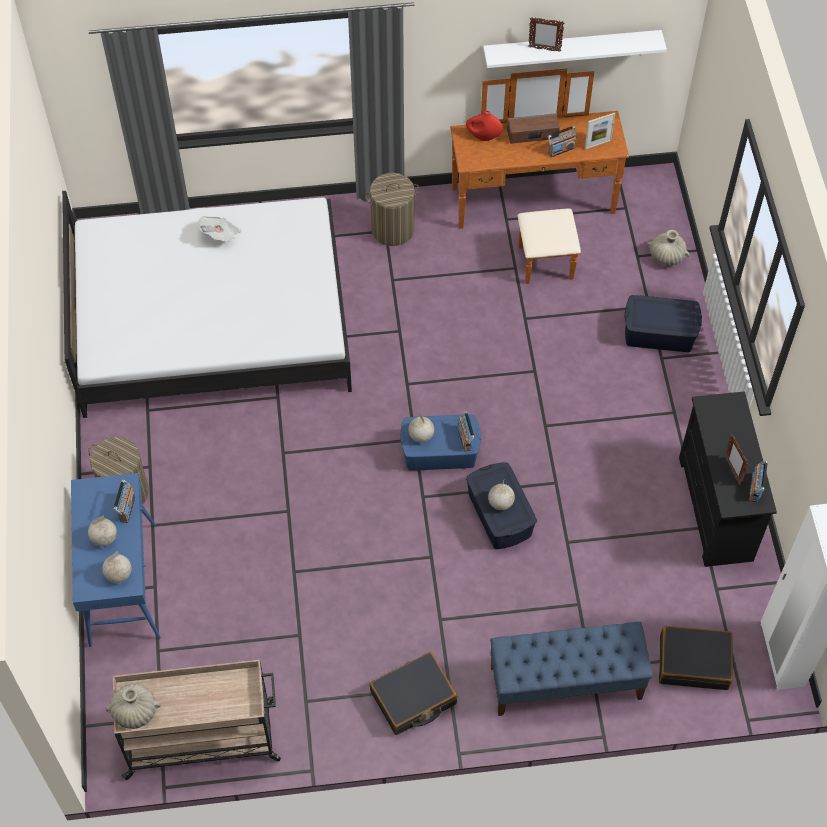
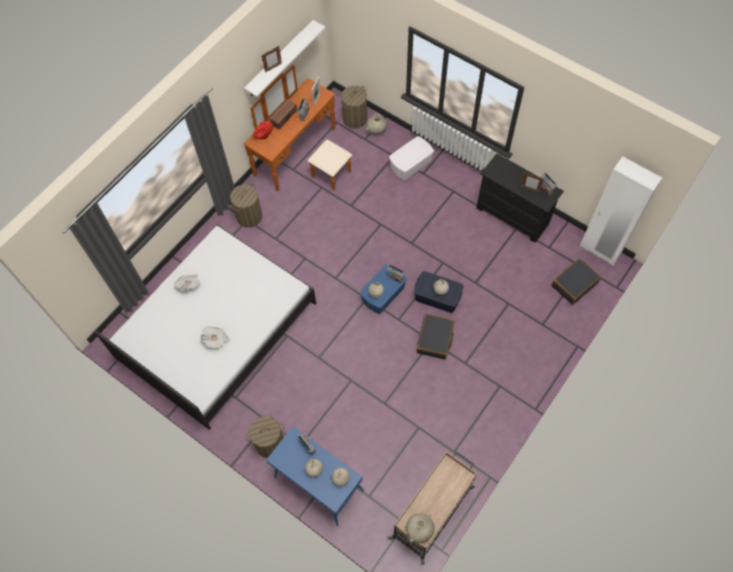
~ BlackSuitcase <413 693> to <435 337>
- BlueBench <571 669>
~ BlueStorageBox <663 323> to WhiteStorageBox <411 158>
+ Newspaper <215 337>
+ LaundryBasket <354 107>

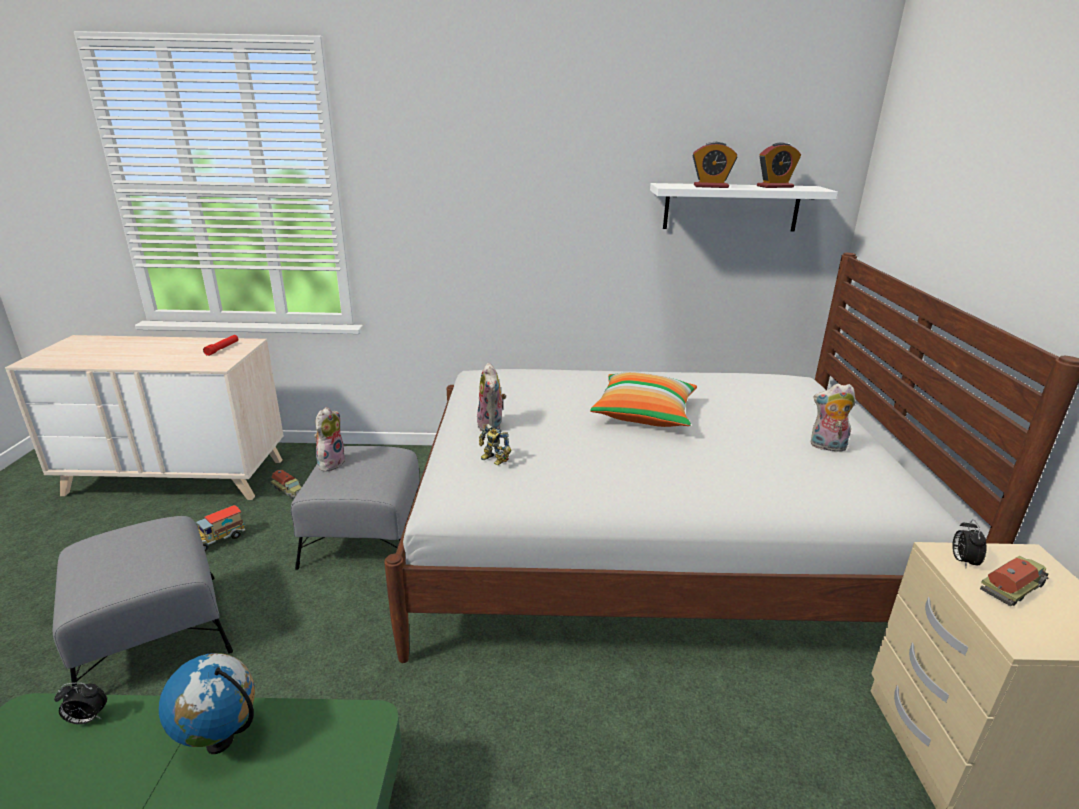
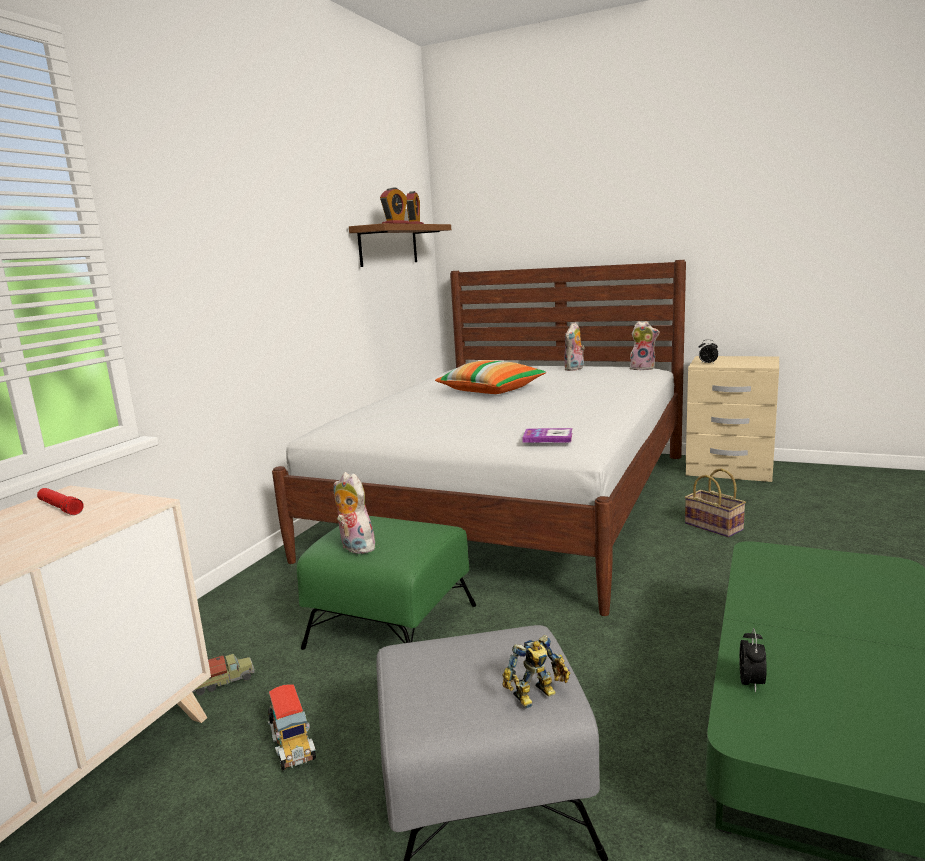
- Globe <207 703>
~ GreyOttoman <355 508> to GreenOttoman <386 583>
~ PlushToy <491 397> to <645 345>
~ ToyRobot <495 444> to <536 671>
~ WhiteShelf <744 207> to BrownShelf <400 245>
- ToyTruck <1014 581>
+ Book <547 435>
+ Basket <715 502>

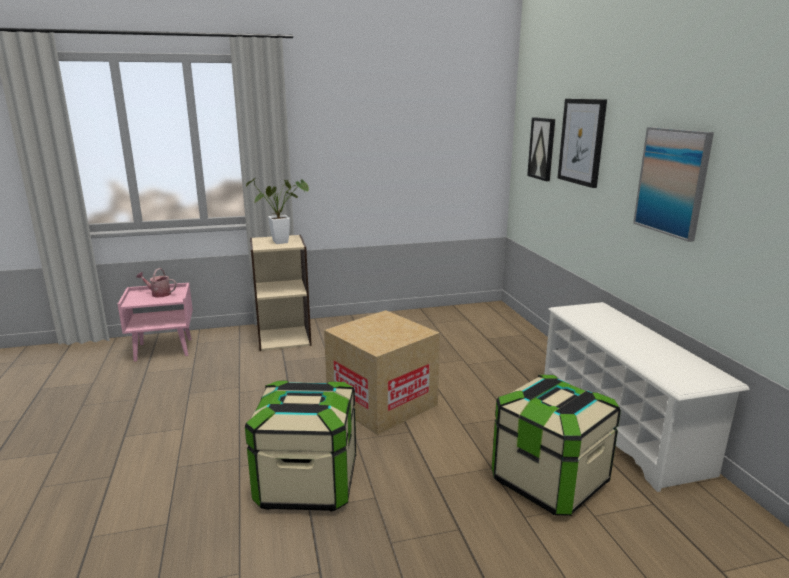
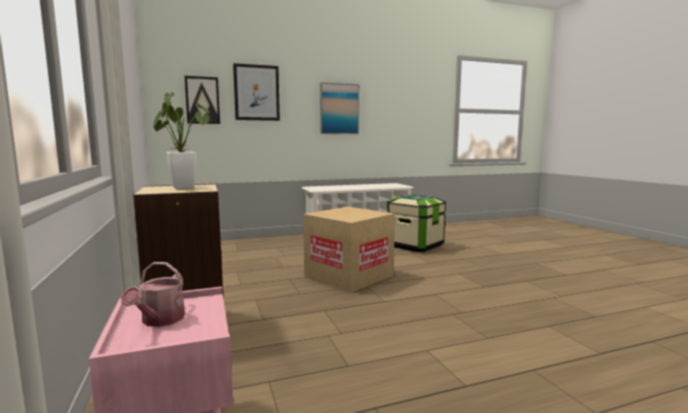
- StorageBox <300 446>

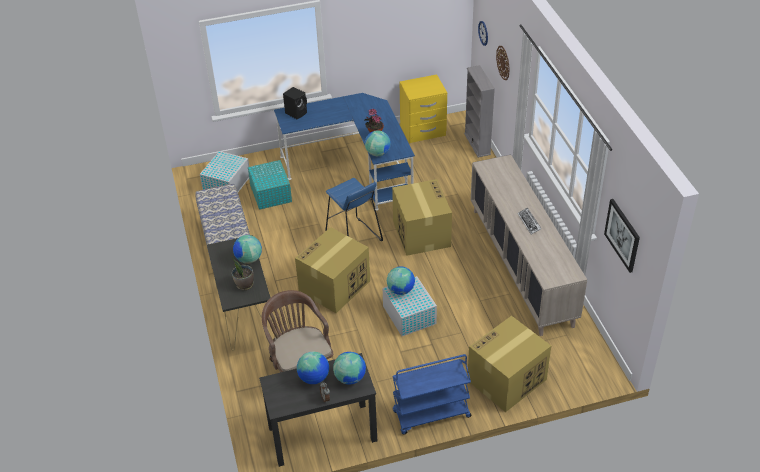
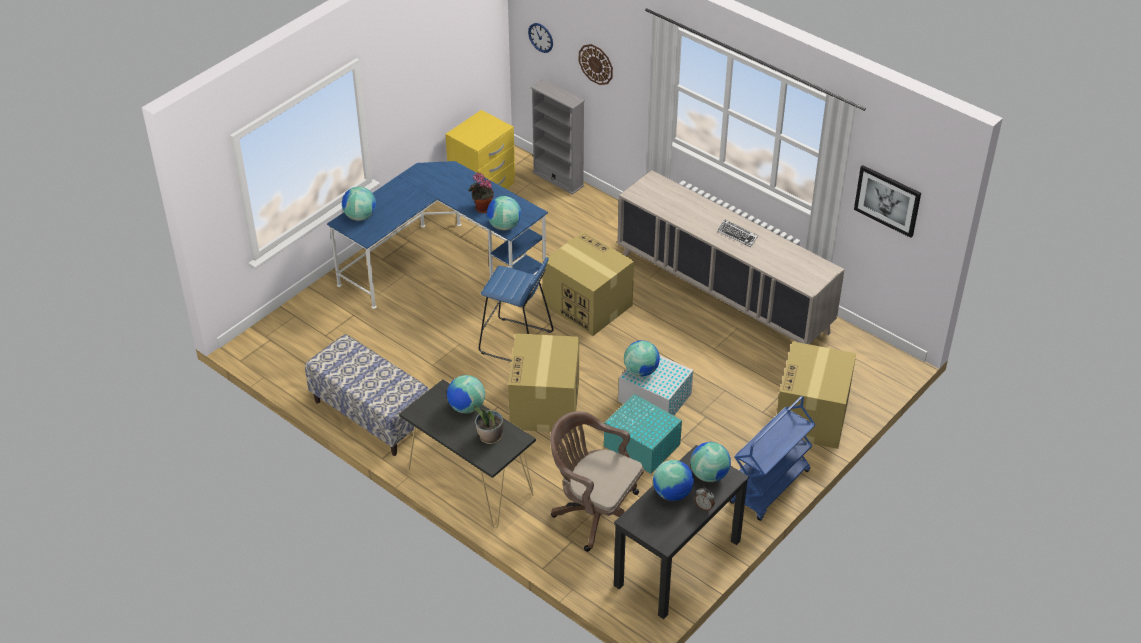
- WhiteStorageBox <224 171>
~ TurquoiseStorageBox <270 185> to <643 434>
~ BlackSpeaker <295 103> to Globe <359 204>

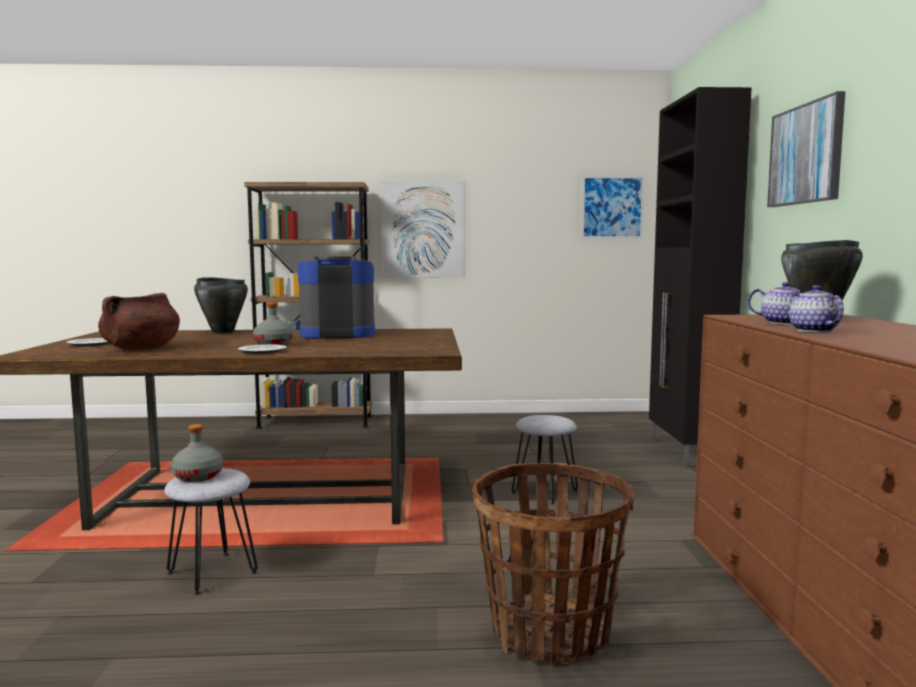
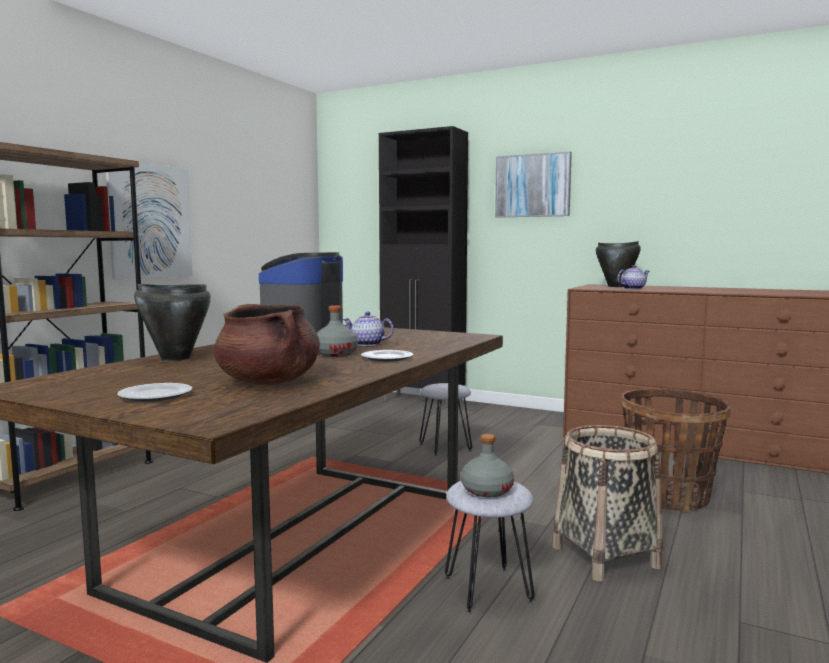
- Picture <612 207>
~ Teapot <816 308> to <368 329>
+ Basket <607 503>

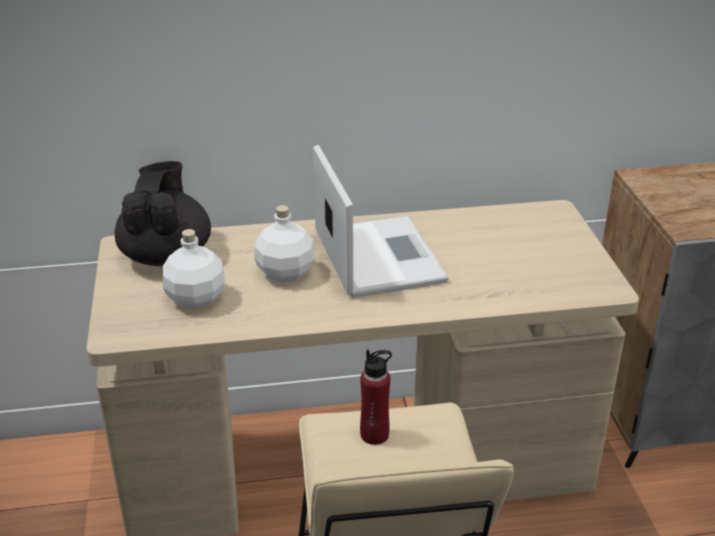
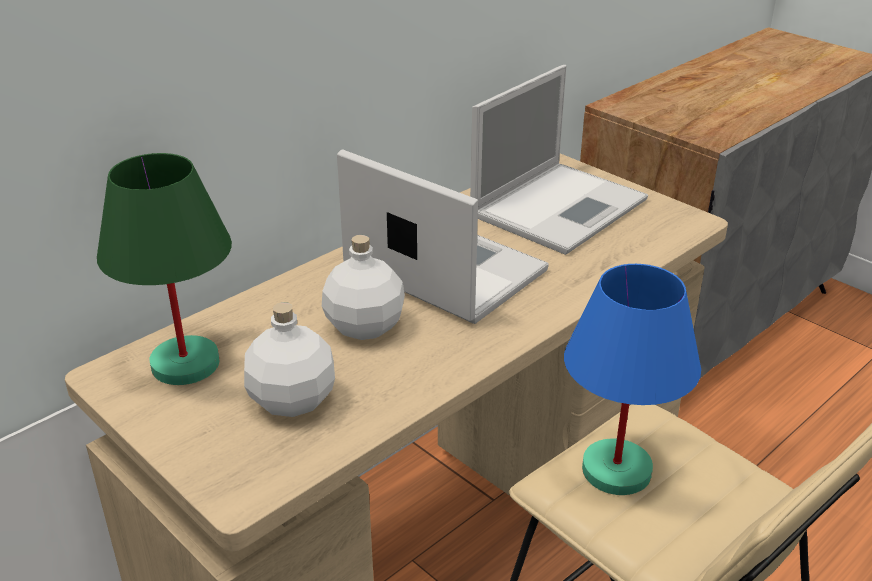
~ BlackTeapot <163 213> to GreenTableLamp <164 269>
~ RedBottle <376 397> to BlueTableLamp <632 379>
+ Laptop <559 160>

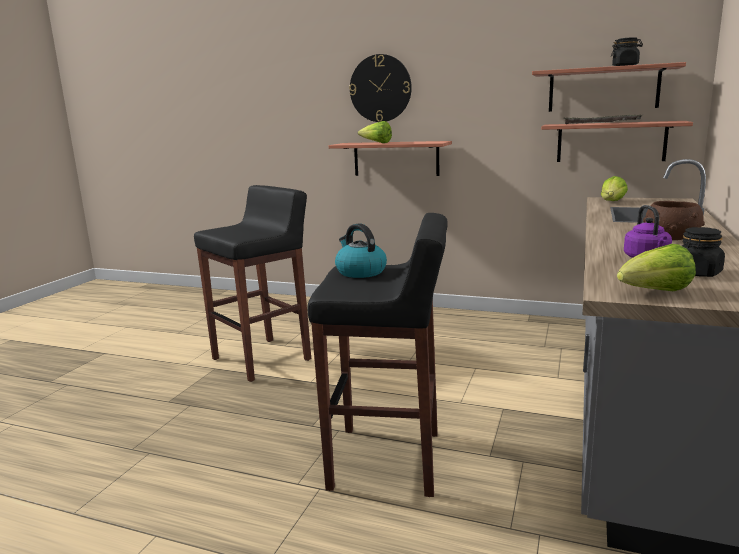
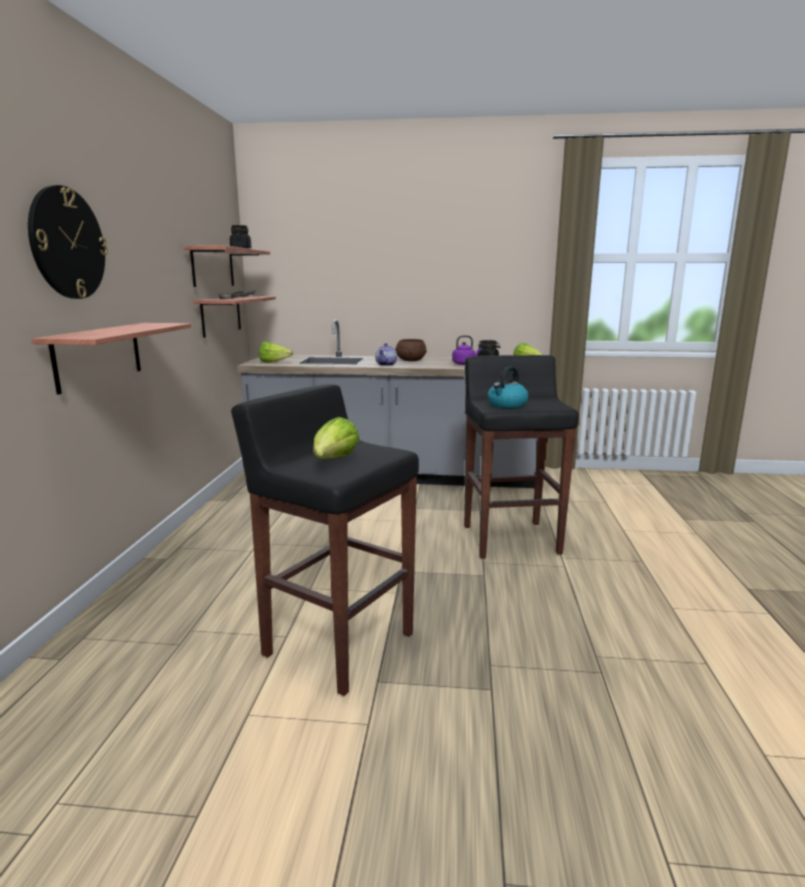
~ Lettuce <375 132> to <336 438>
+ Teapot <386 354>

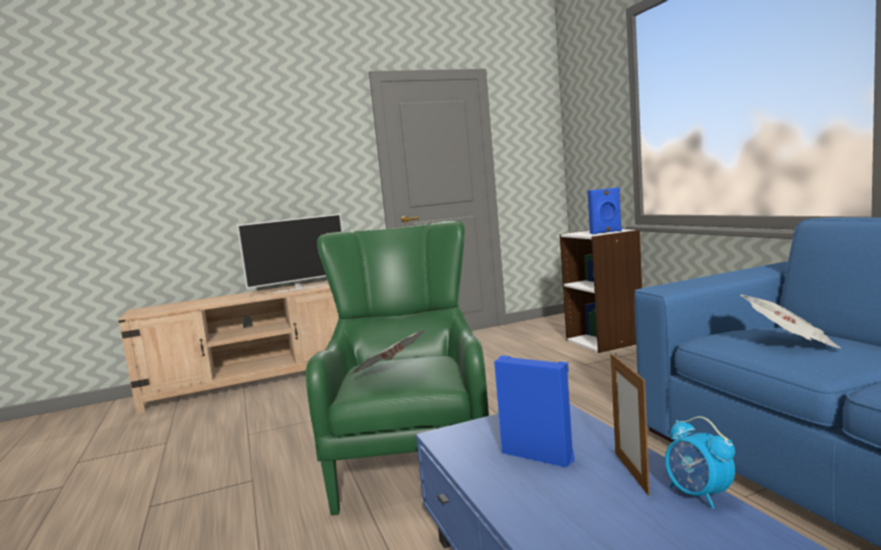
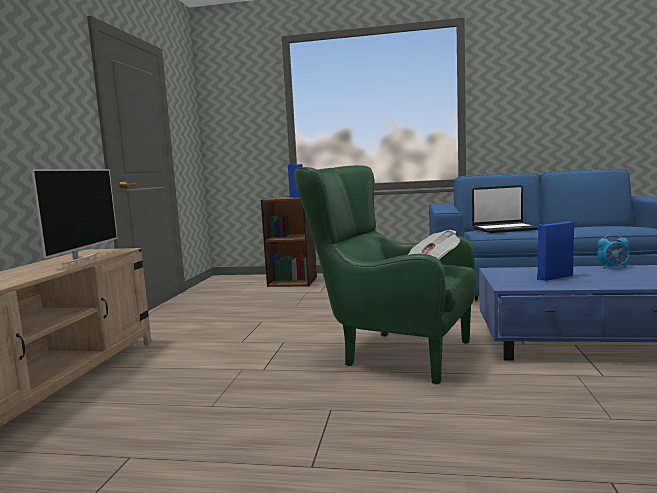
~ WhiteBookcase <601 291> to BrownBookcase <289 242>
- PictureFrame <630 424>
~ Newspaper <790 321> to Laptop <505 209>

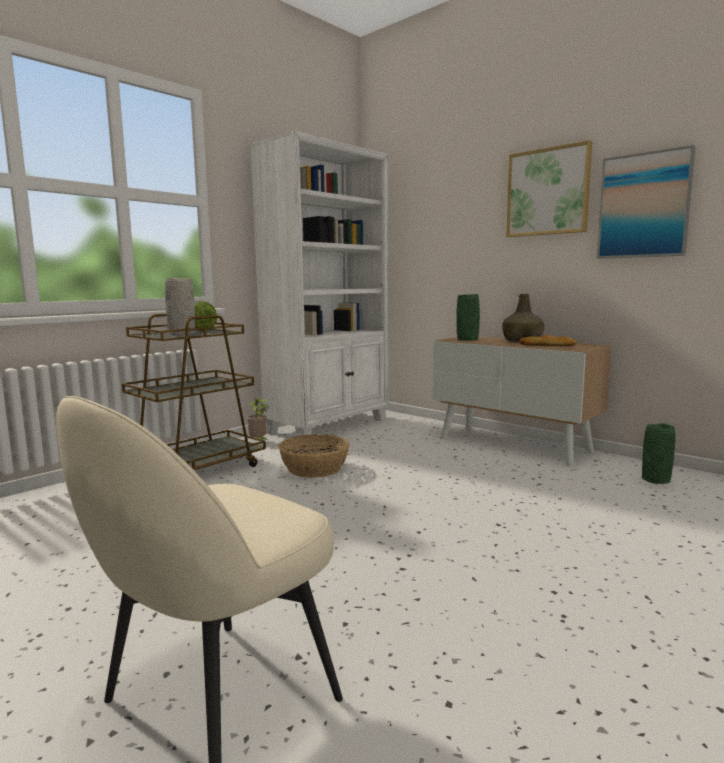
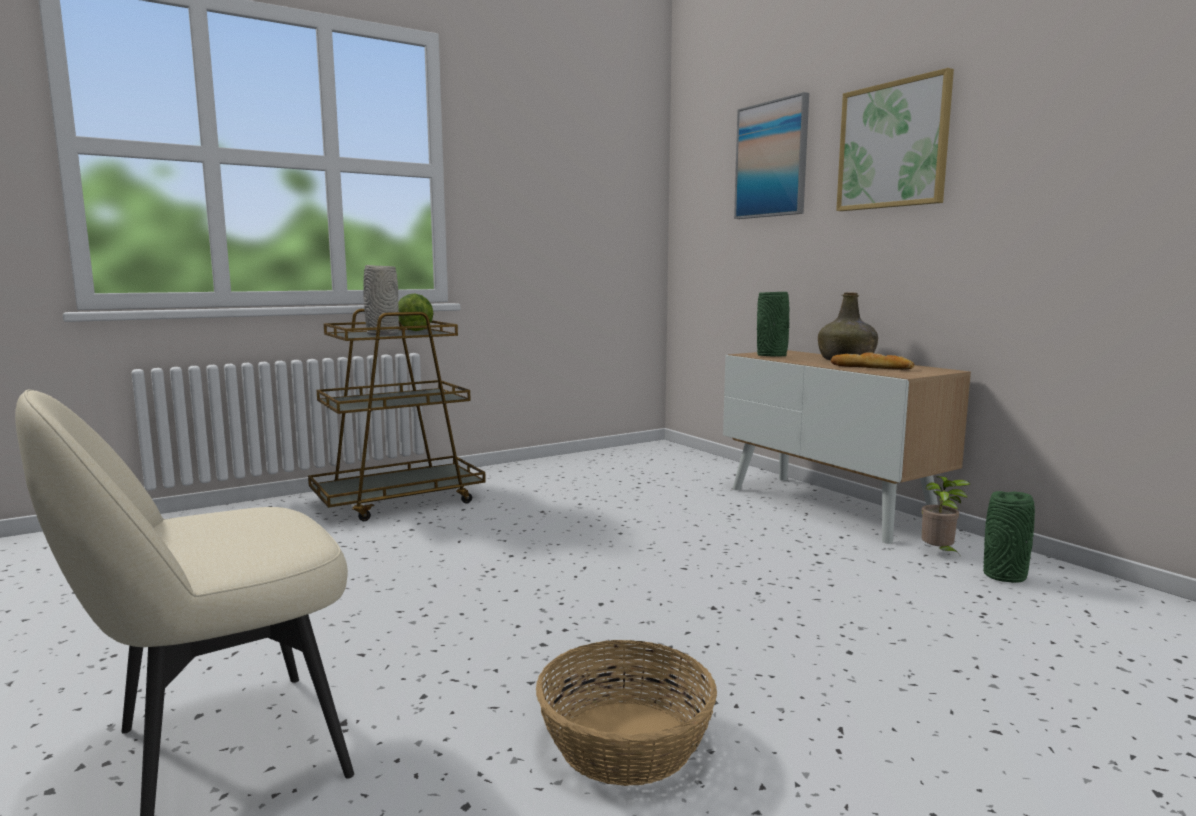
~ PottedPlant <258 420> to <946 515>
- WhiteBookcase <319 286>
~ Basket <314 456> to <626 713>
~ Picture <646 202> to <771 155>

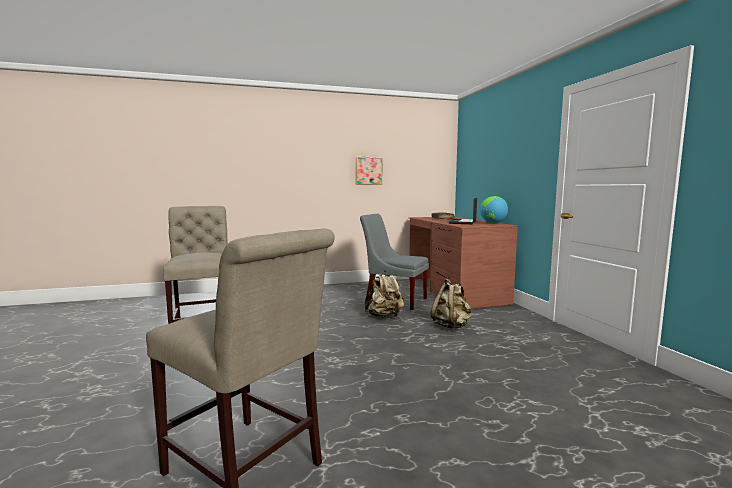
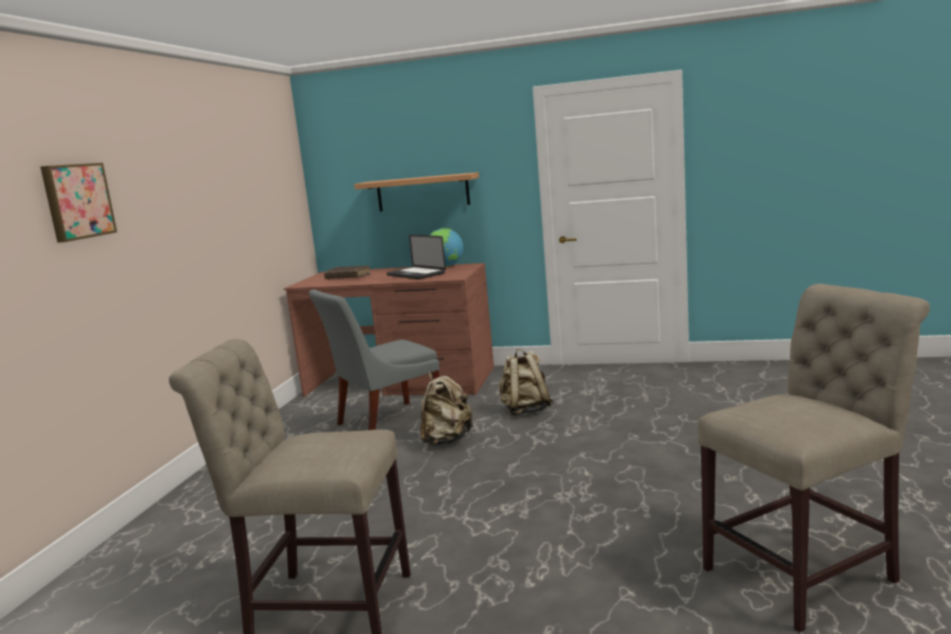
~ Picture <368 171> to <78 203>
+ Shelf <416 191>

